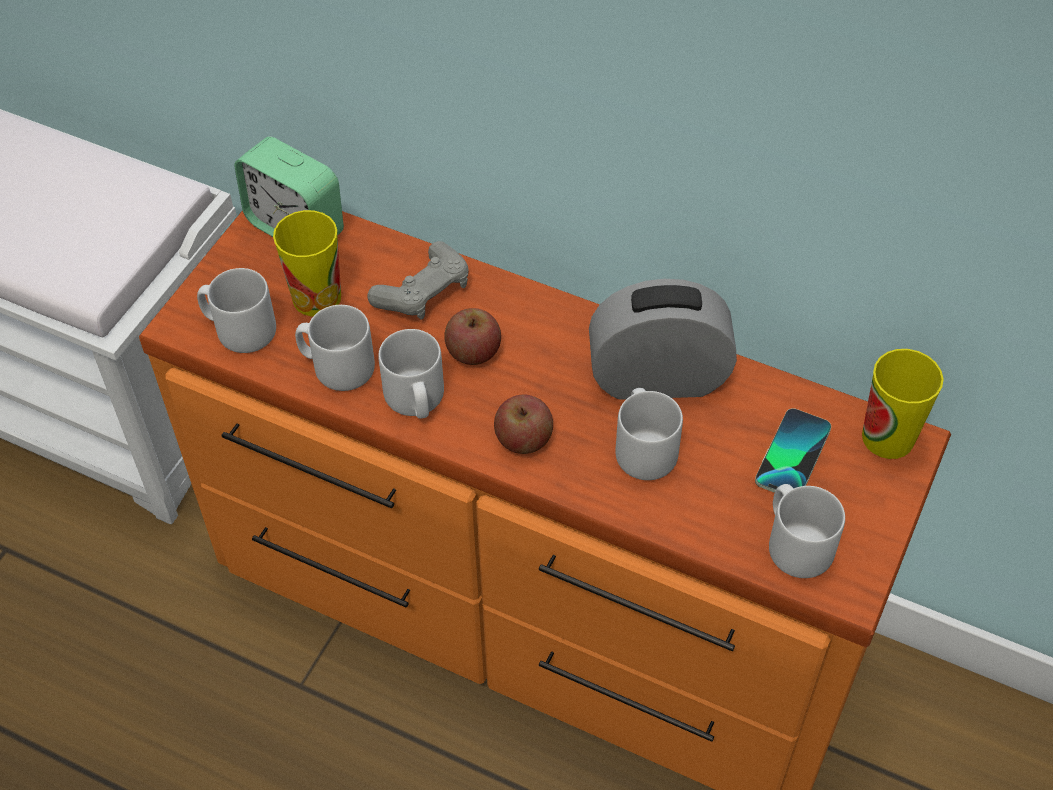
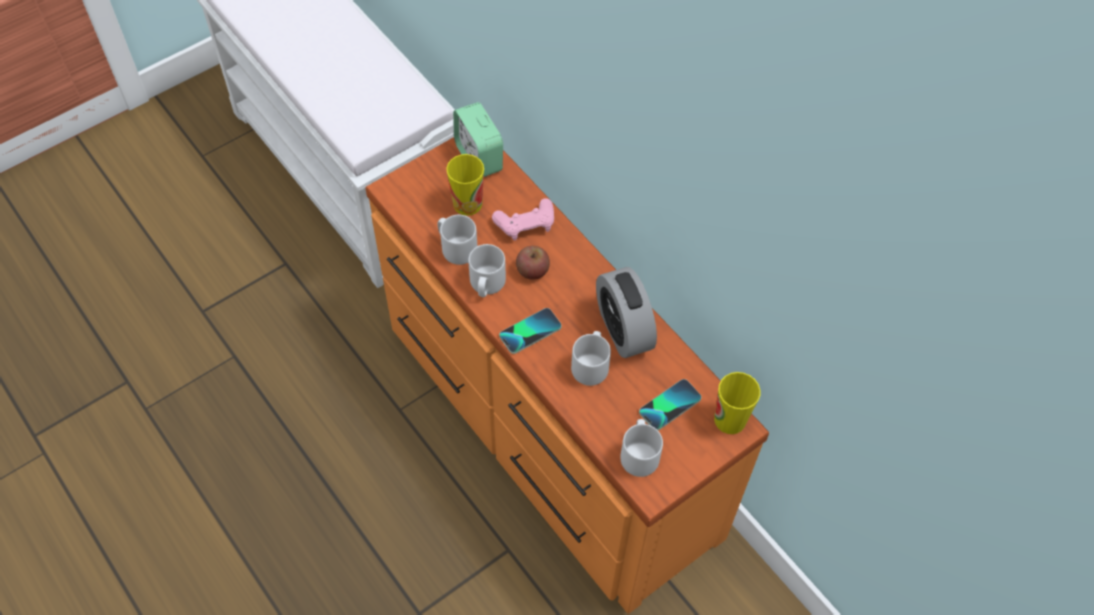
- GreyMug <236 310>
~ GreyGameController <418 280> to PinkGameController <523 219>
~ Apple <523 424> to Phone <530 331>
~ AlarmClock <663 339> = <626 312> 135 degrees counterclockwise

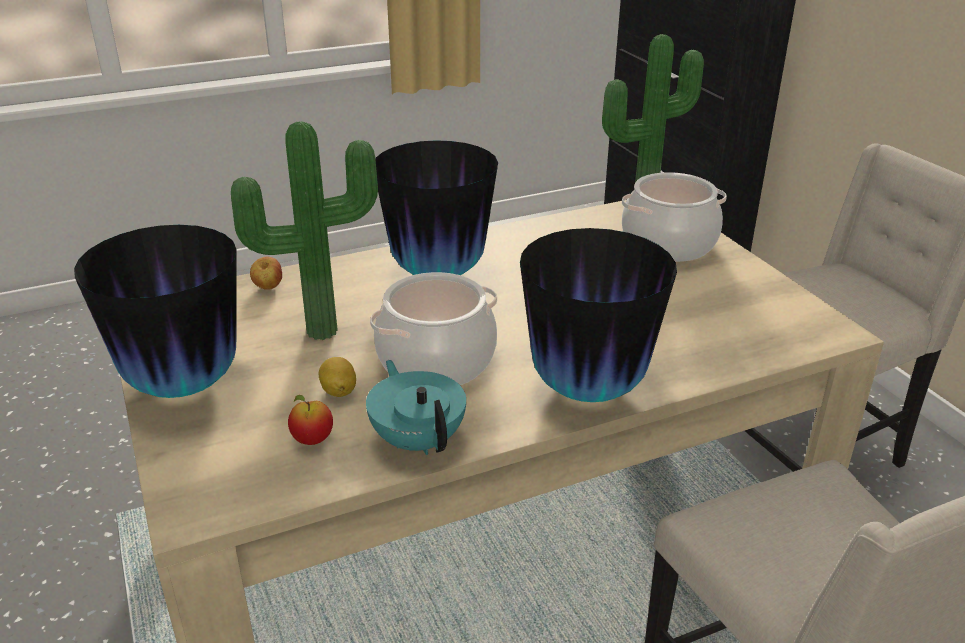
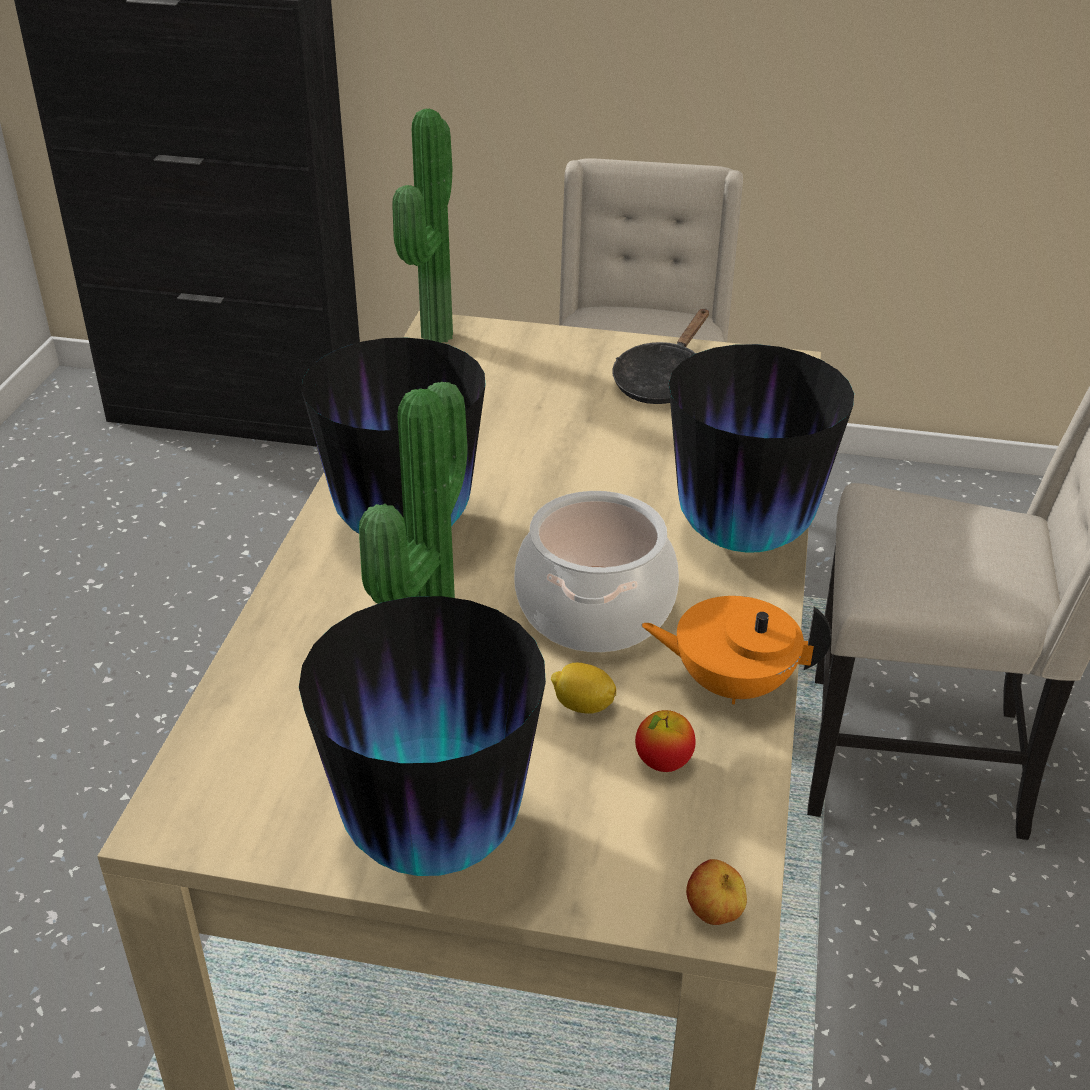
~ Apple <266 273> to <716 892>
~ TurquoiseTeapot <416 407> to OrangeTeapot <736 650>
- CookingPot <674 217>
+ BlackFryingPan <660 356>

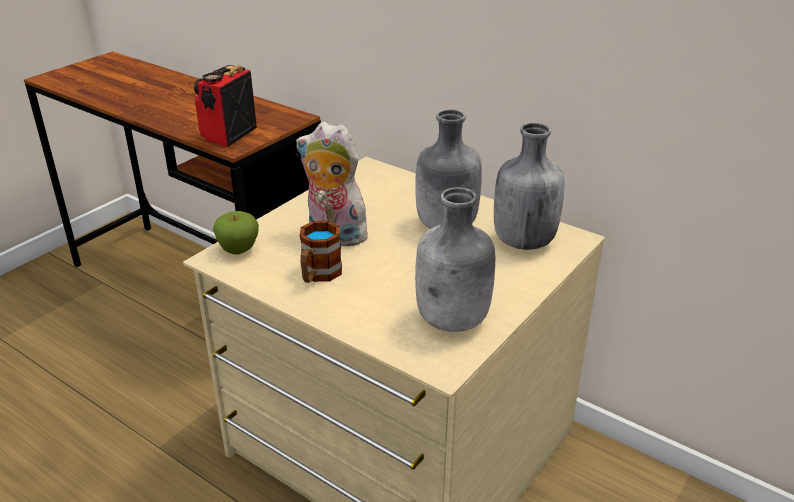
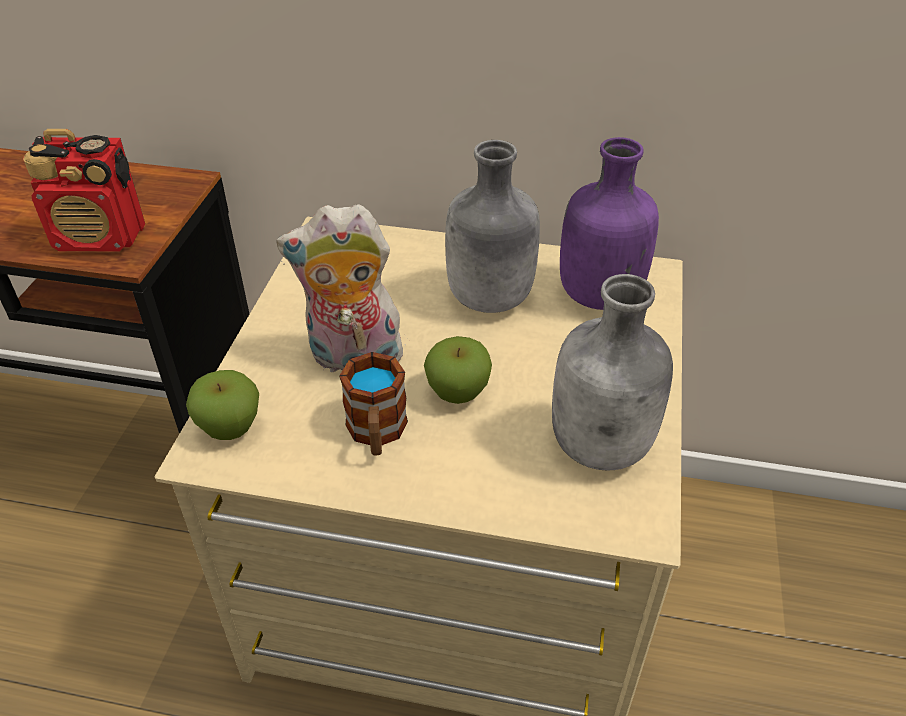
~ Radio <225 106> = <84 190> 90 degrees counterclockwise
~ GreyBottle <529 186> to PurpleBottle <609 223>
+ Apple <458 370>

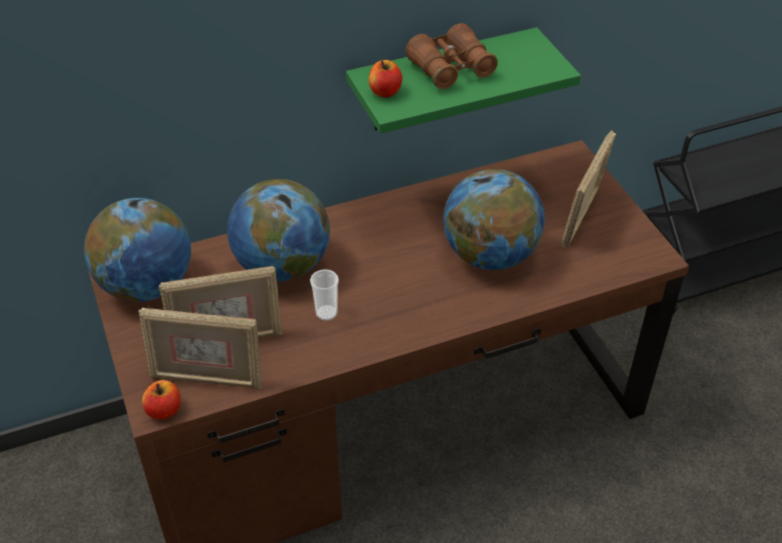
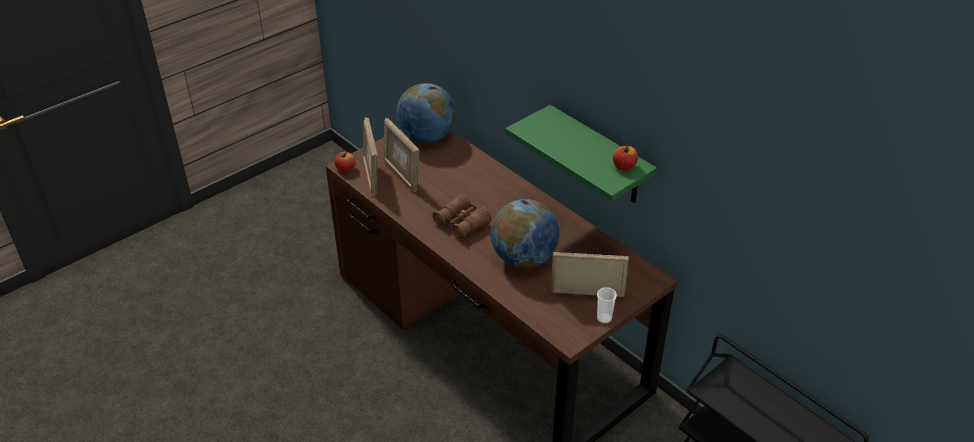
- Globe <278 230>
~ Cup <324 295> to <607 305>
~ Apple <385 78> to <625 158>
~ BrownBinoculars <452 56> to <461 216>

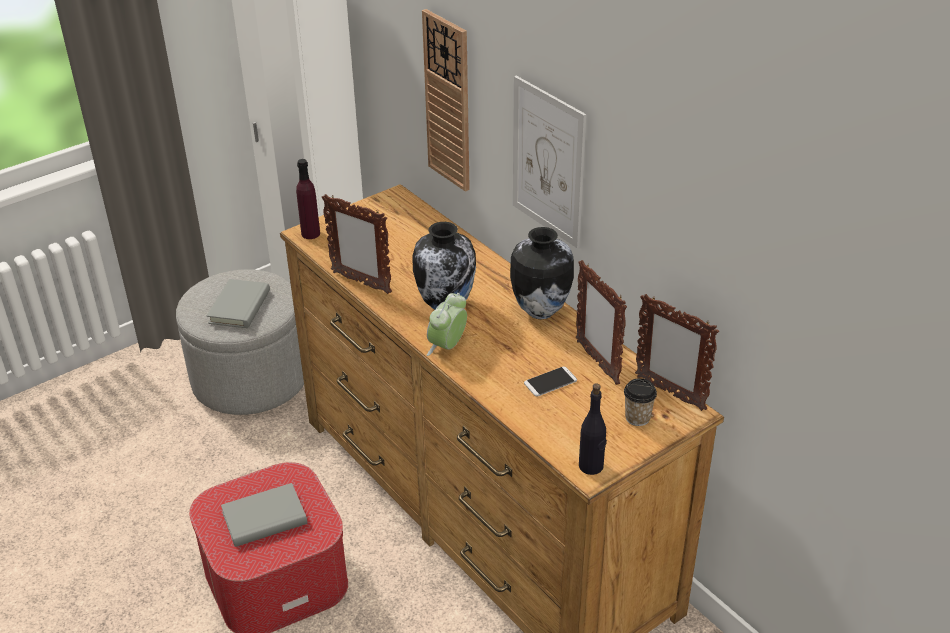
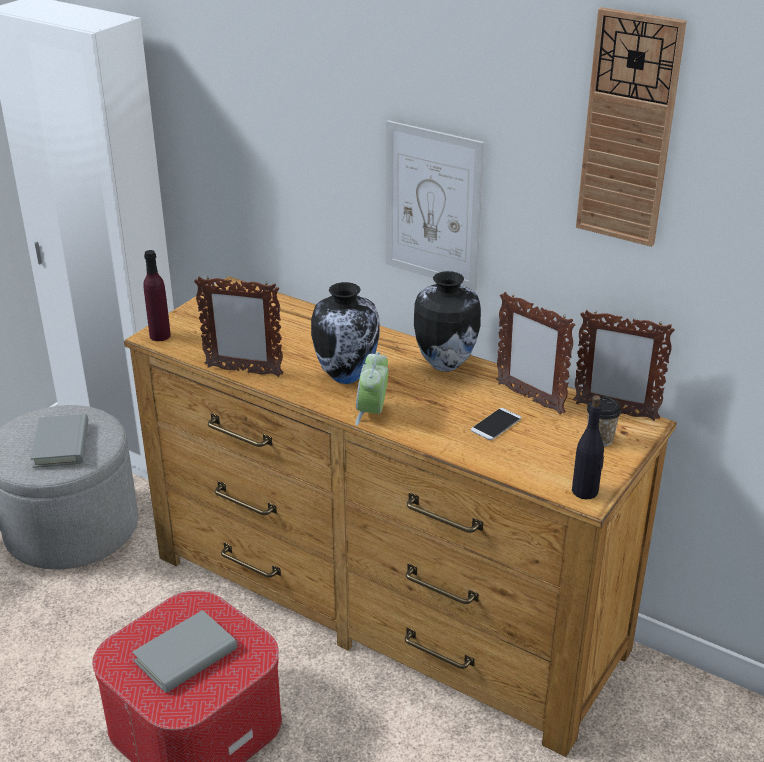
~ WallClock <446 100> to <631 127>

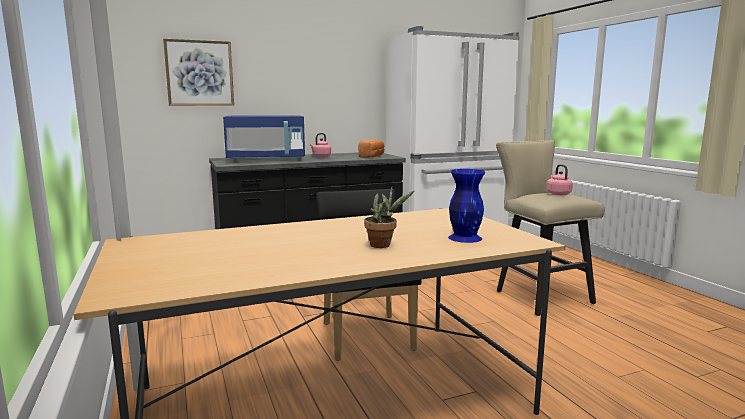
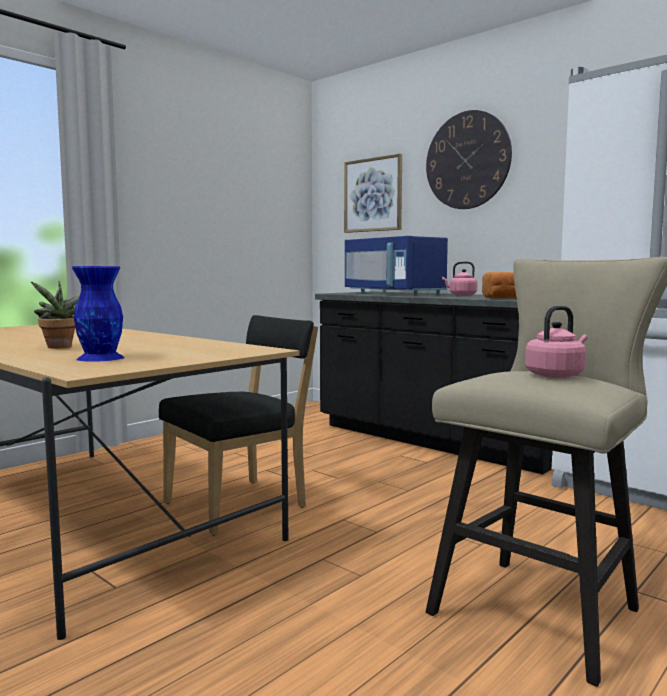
+ WallClock <469 159>

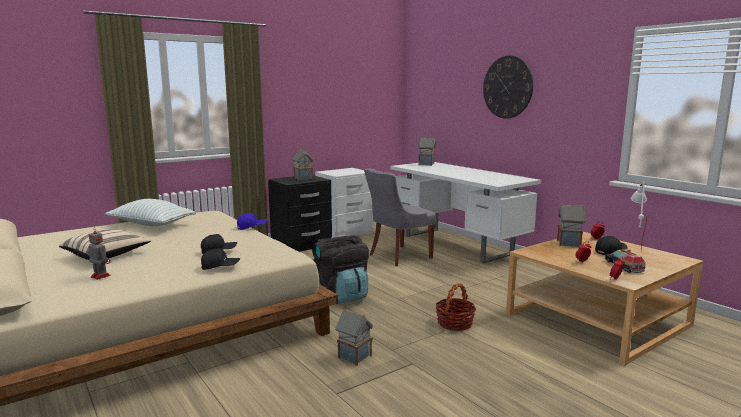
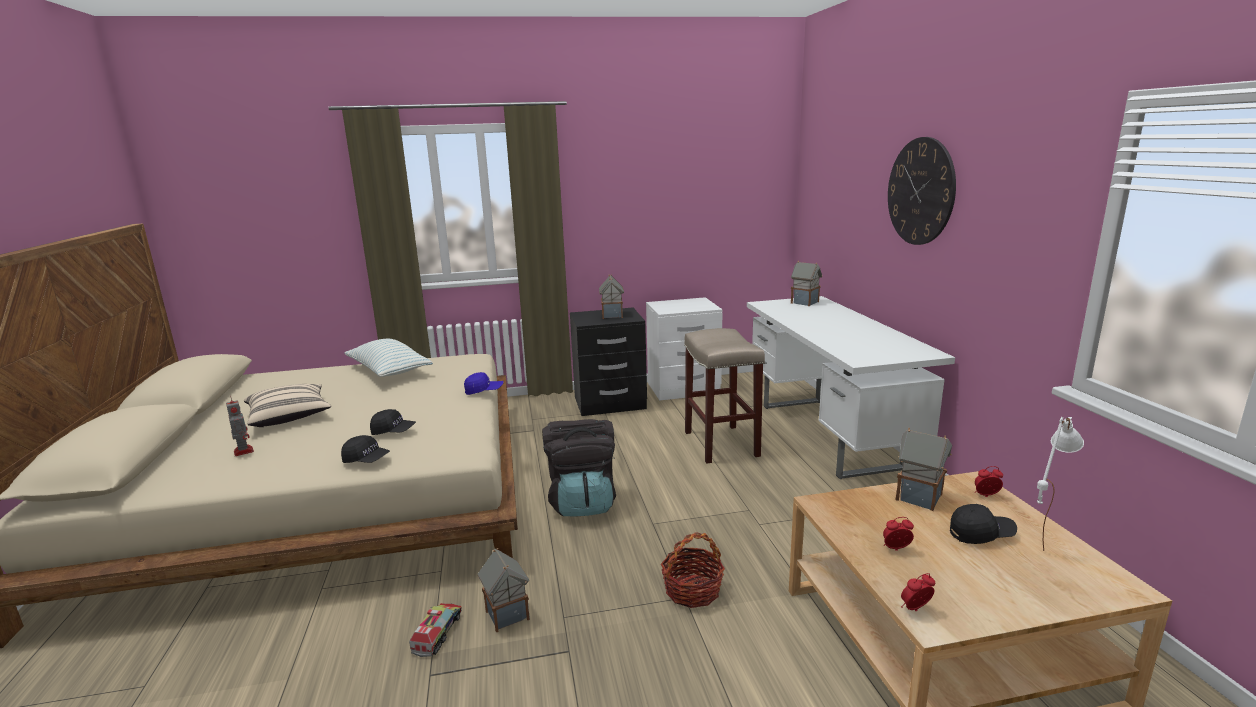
~ GreyChair <400 217> to BeigeStool <724 396>
~ ToyTruck <625 261> to <435 630>

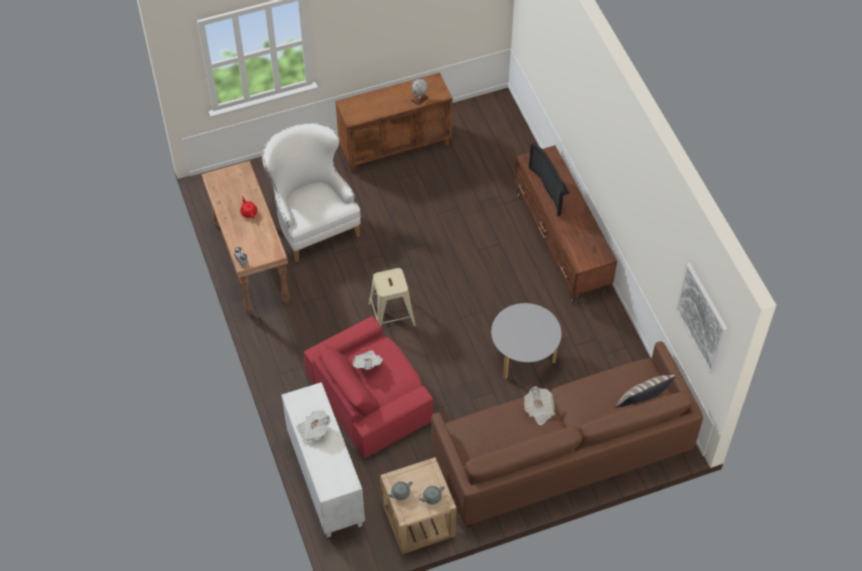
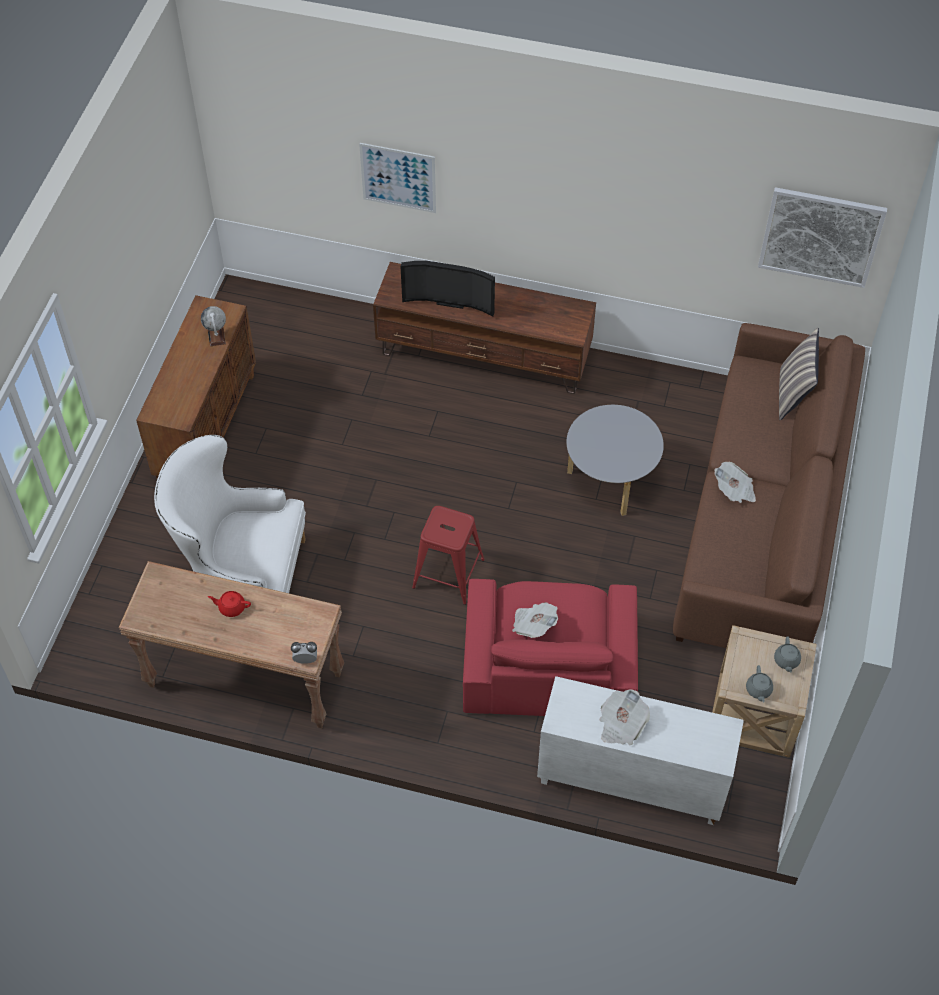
~ BeigeStool <392 297> to RedStool <448 555>
+ Picture <397 178>

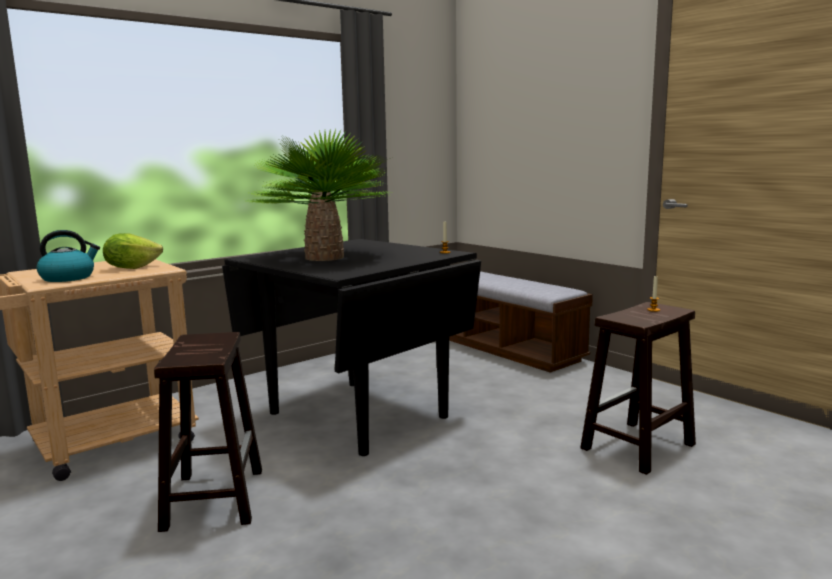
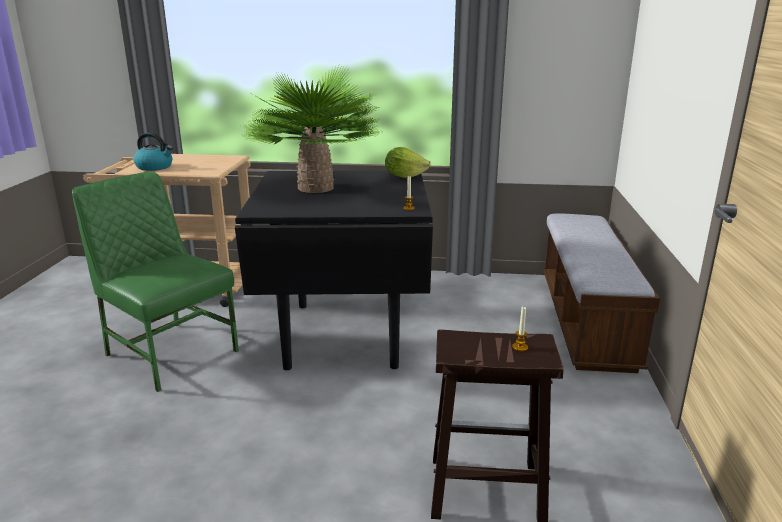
~ Lettuce <133 251> to <408 162>
~ BrownStool <208 432> to GreenChair <155 282>

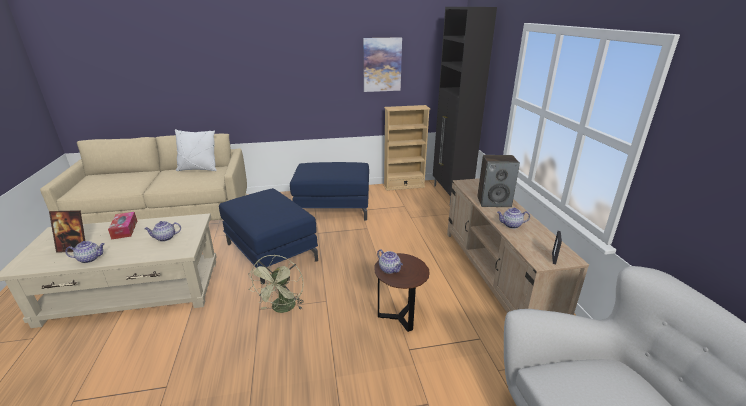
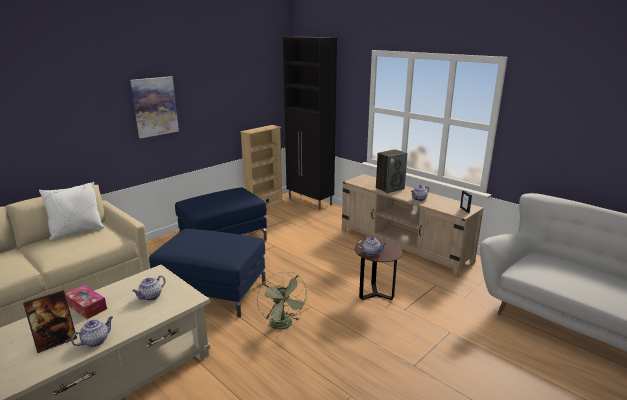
~ Picture <382 64> to <154 107>

